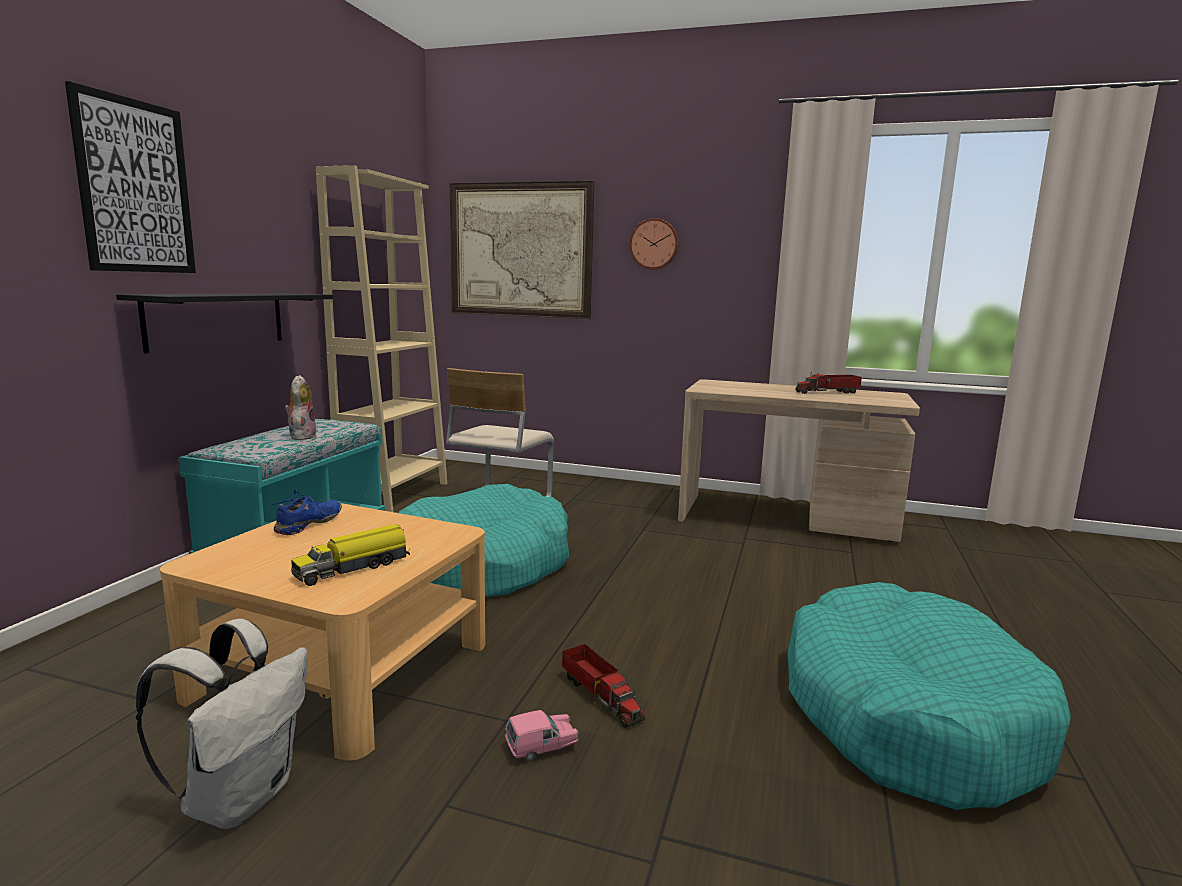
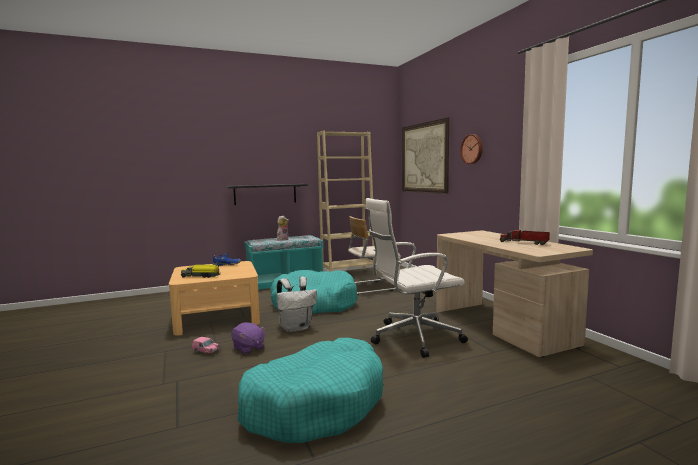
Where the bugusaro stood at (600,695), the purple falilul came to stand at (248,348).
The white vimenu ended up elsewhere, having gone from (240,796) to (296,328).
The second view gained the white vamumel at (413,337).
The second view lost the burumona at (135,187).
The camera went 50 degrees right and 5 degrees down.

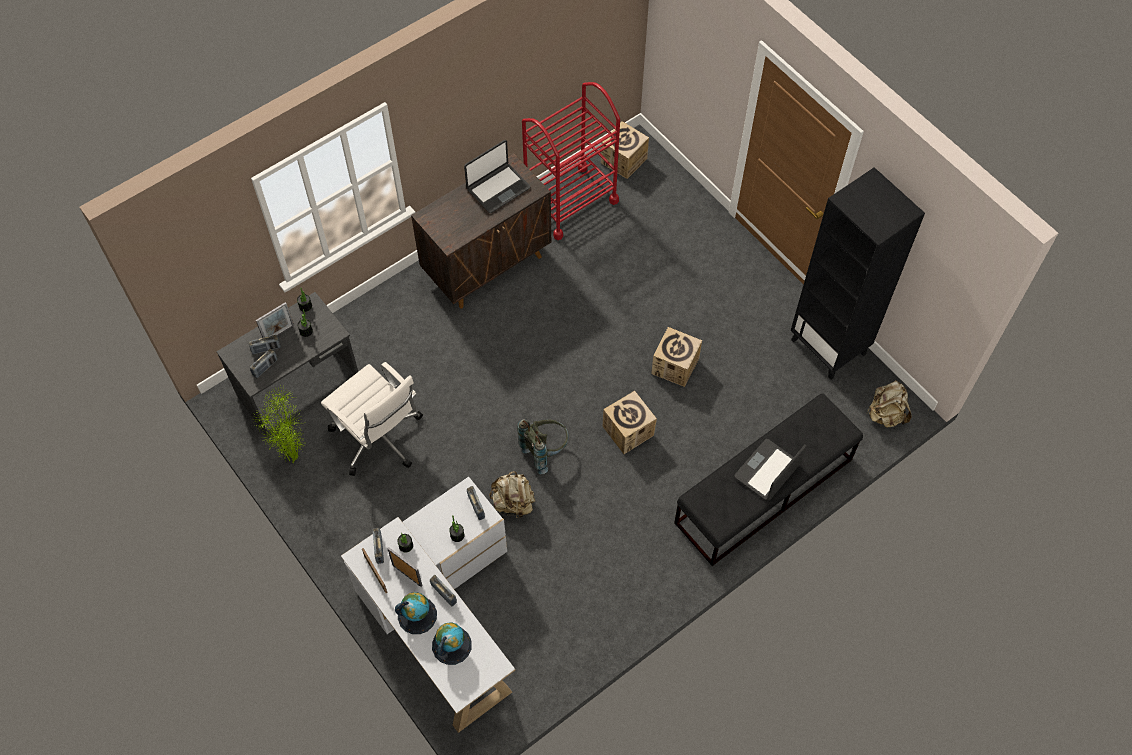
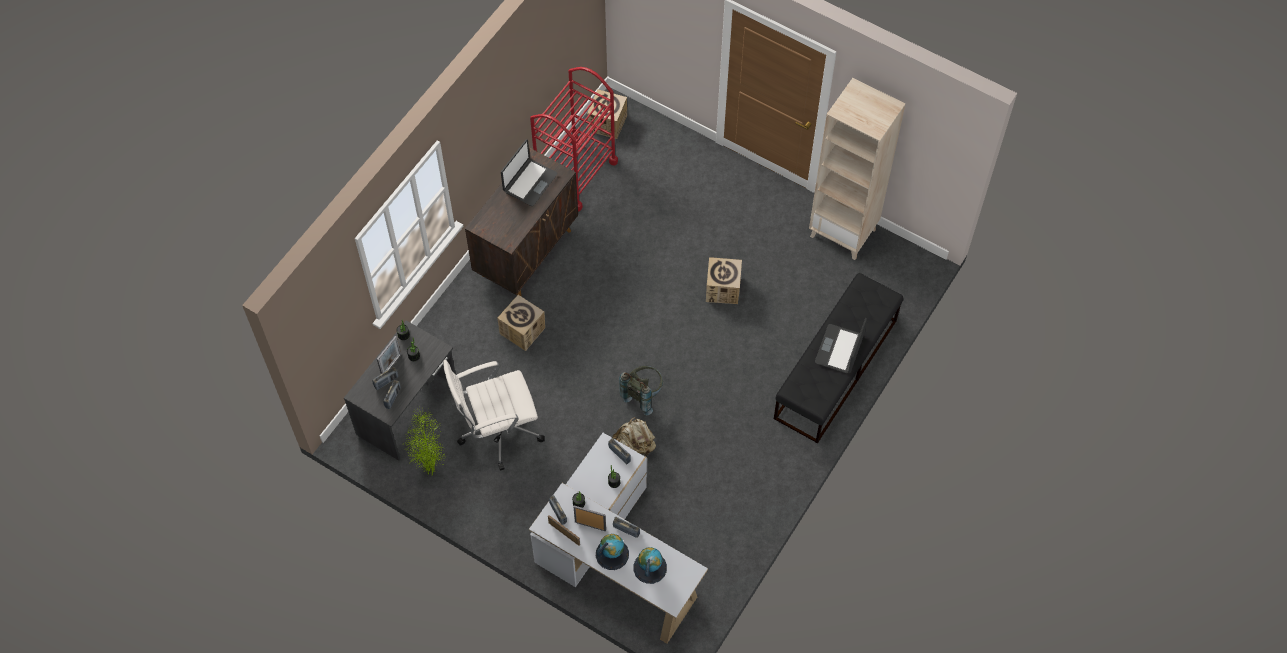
The white vamumel at (379,439) ended up facing another way, 135 degrees clockwise from before.
The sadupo ended up elsewhere, having gone from (628,431) to (522,330).
What was the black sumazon at (829,347) turned into the beige sumazon at (843,233).
The second view lost the beige vimenu at (885,414).
The camera went 20 degrees left and 0 degrees up.

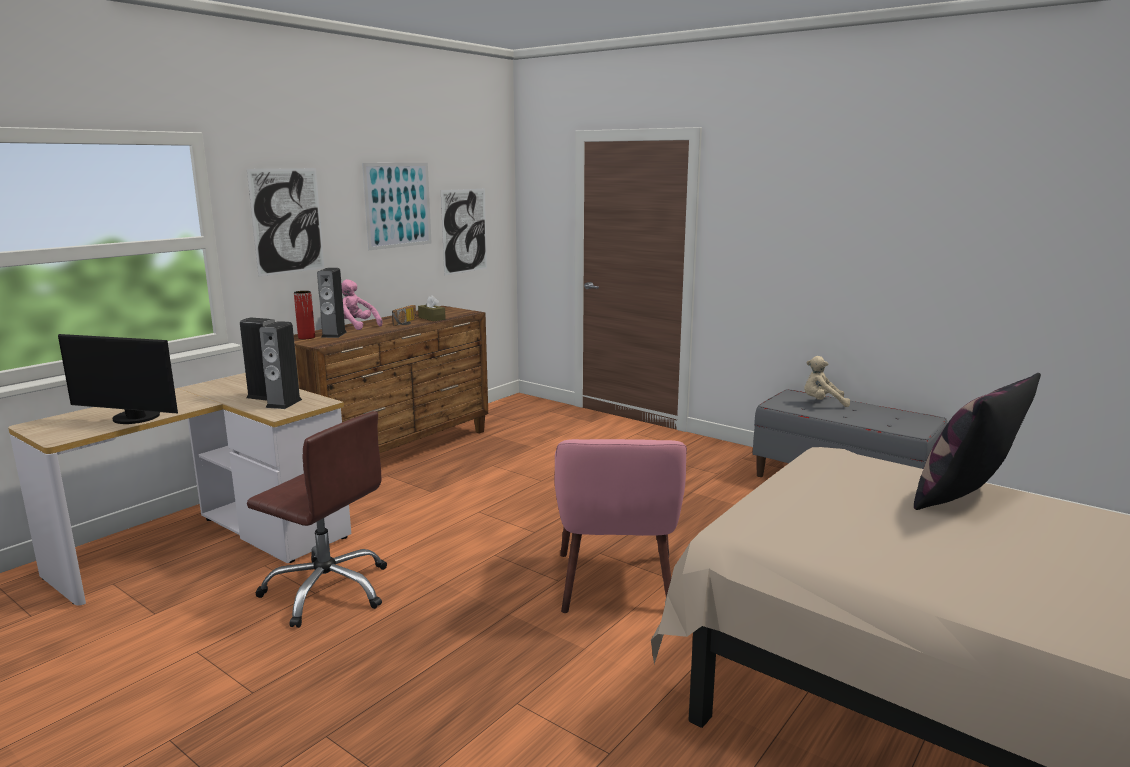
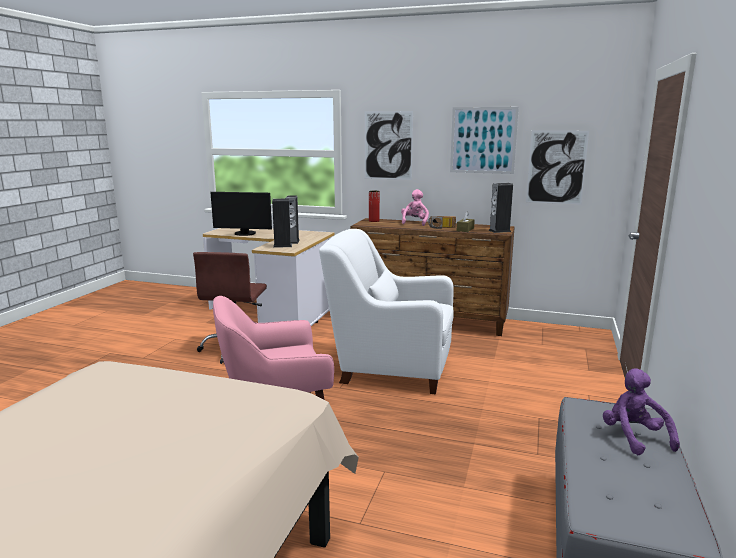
The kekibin at (133,419) ended up facing another way, 75 degrees counterclockwise from before.
The second view gained the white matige at (389,367).
The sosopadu ended up elsewhere, having gone from (334,334) to (499,231).
What was the beige falilul at (822,403) turned into the purple falilul at (634,437).
The second view lost the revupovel at (963,497).
The camera went 70 degrees right and 0 degrees up.

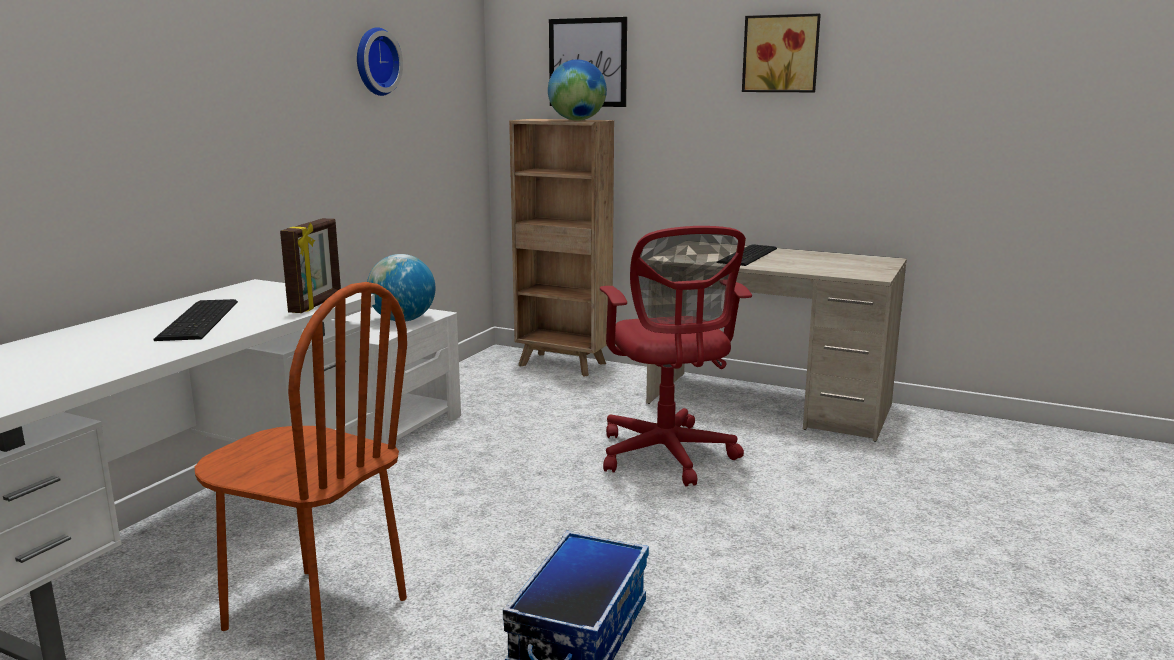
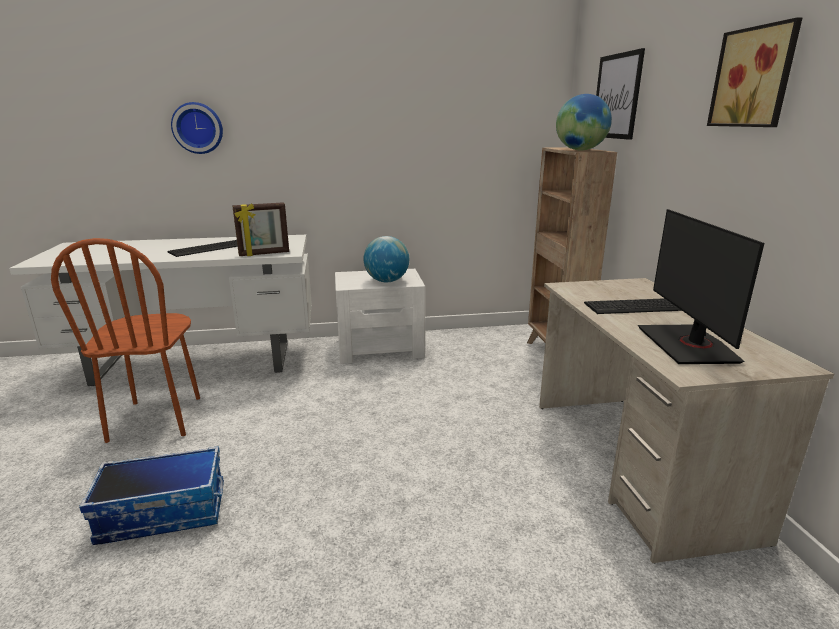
The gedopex ended up elsewhere, having gone from (374,62) to (198,128).
The second view gained the kekibin at (688,345).
The second view lost the red vamumel at (667,457).
The camera went 55 degrees right and 5 degrees up.

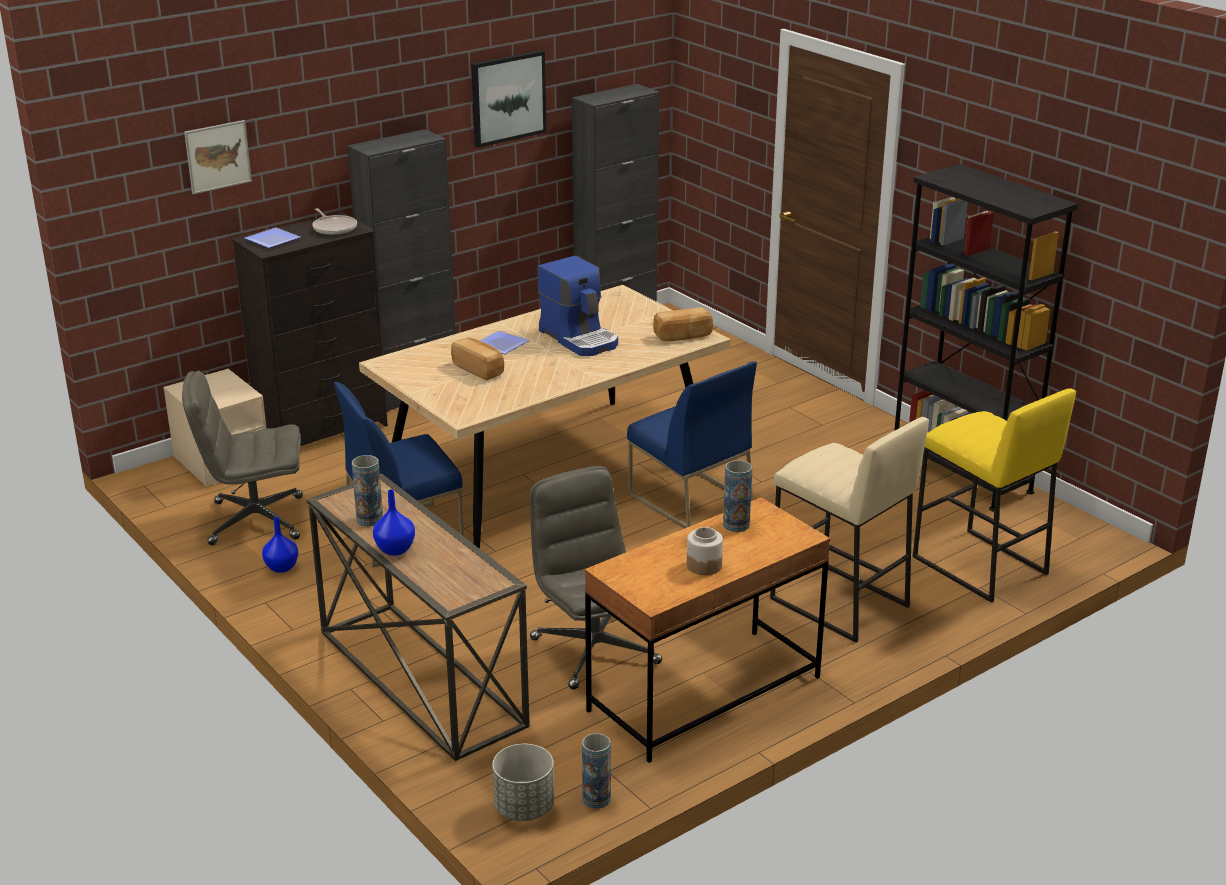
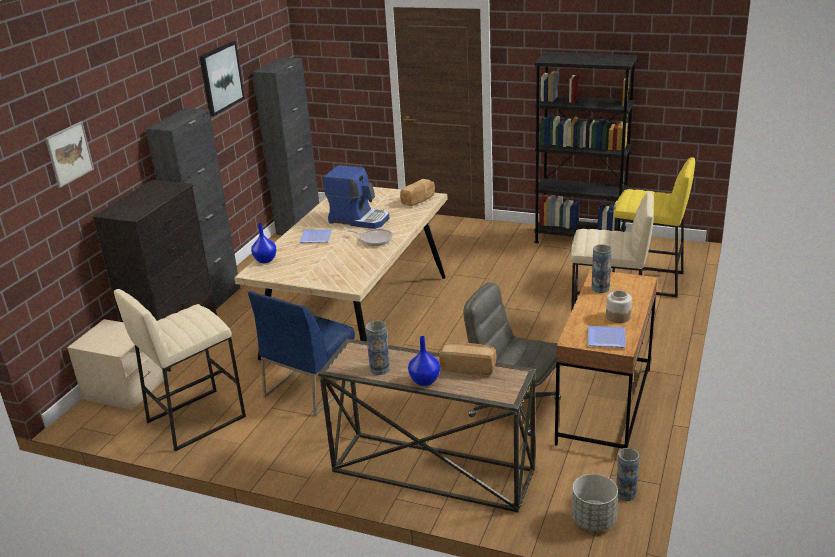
Where the grey vamumel stood at (255,521), the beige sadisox came to stand at (196,419).
The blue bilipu ended up elsewhere, having gone from (281,567) to (265,260).
The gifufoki ended up elsewhere, having gone from (334,228) to (374,239).
The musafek ended up elsewhere, having gone from (479,369) to (468,367).
The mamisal ended up elsewhere, having gone from (270,240) to (605,339).
The second view lost the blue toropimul at (688,498).
The camera went 30 degrees left and 0 degrees up.

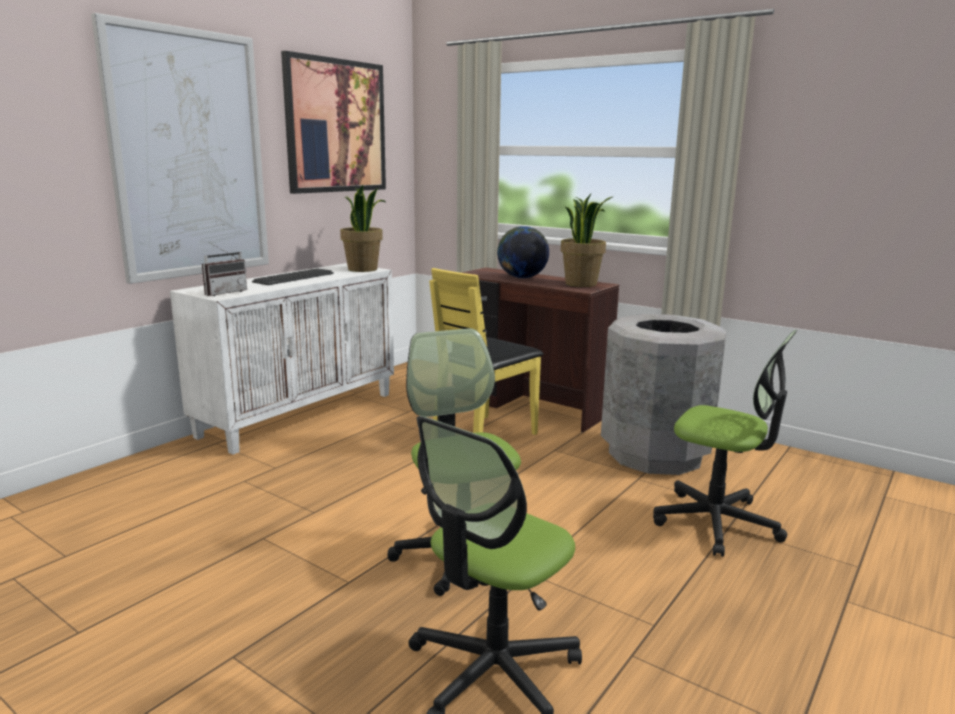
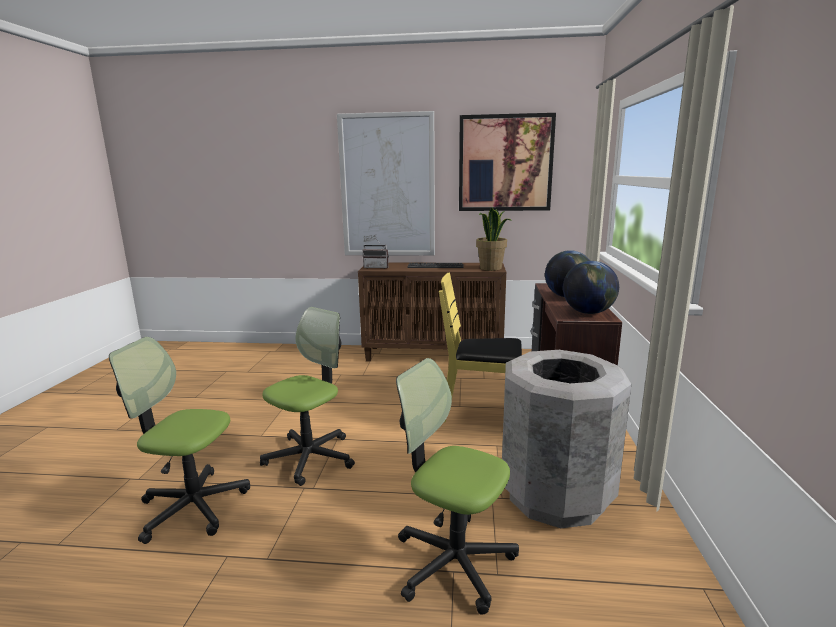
What was the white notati at (299,414) turned into the brown notati at (434,355).
The vamumel at (716,522) ended up facing another way, 120 degrees clockwise from before.
Where the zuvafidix stood at (581,284), the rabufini came to stand at (588,312).
The camera went 60 degrees right and 0 degrees up.

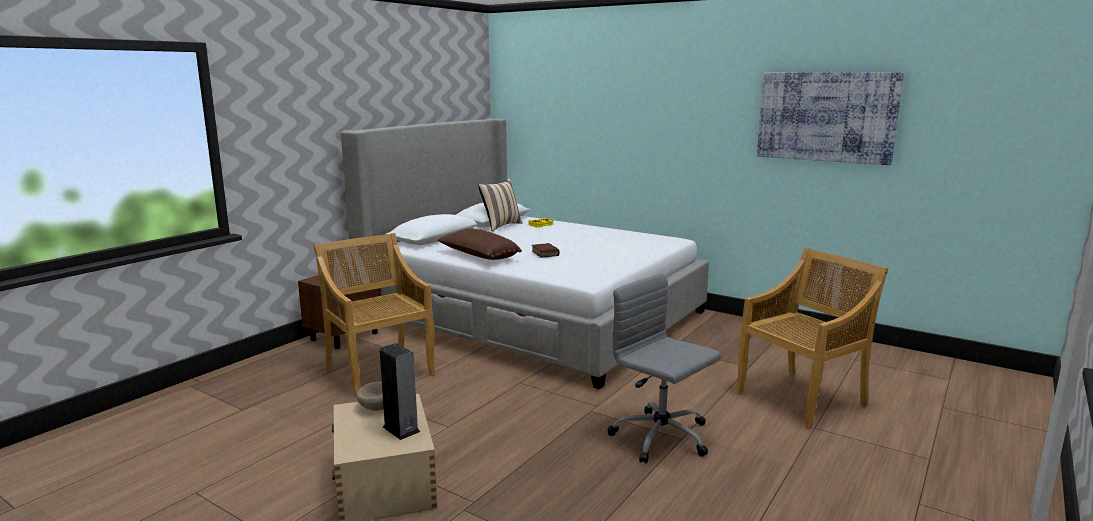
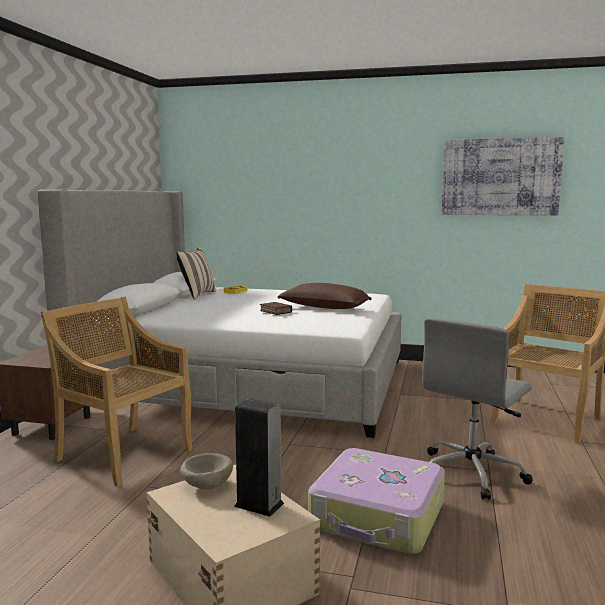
The brown revupovel ended up elsewhere, having gone from (478,256) to (323,308).
The second view gained the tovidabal at (378,517).
The grey vamumel at (662,438) ended up facing another way, 75 degrees counterclockwise from before.
The camera went 20 degrees left and 5 degrees down.

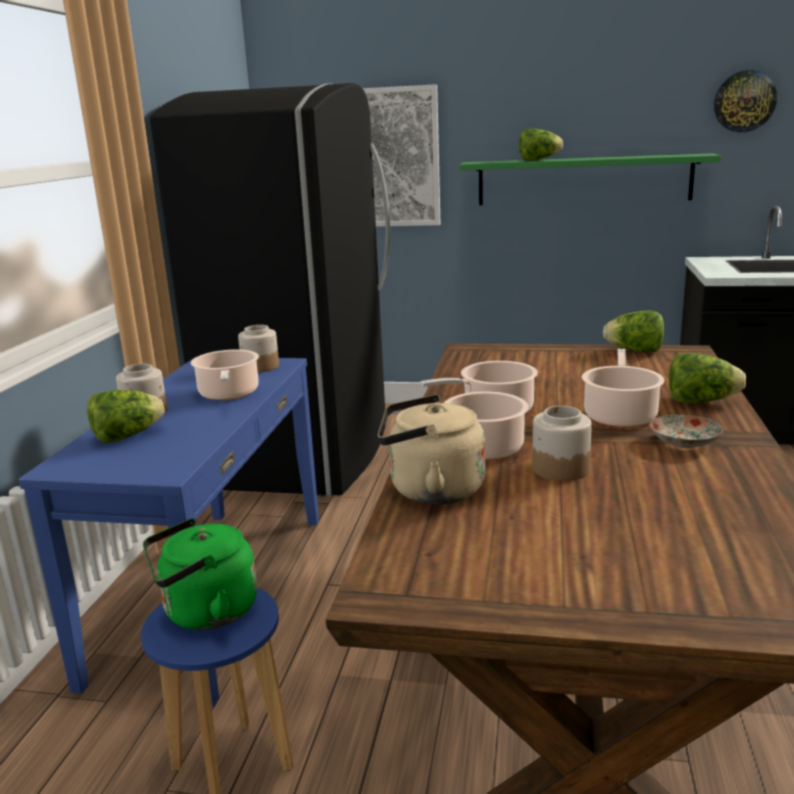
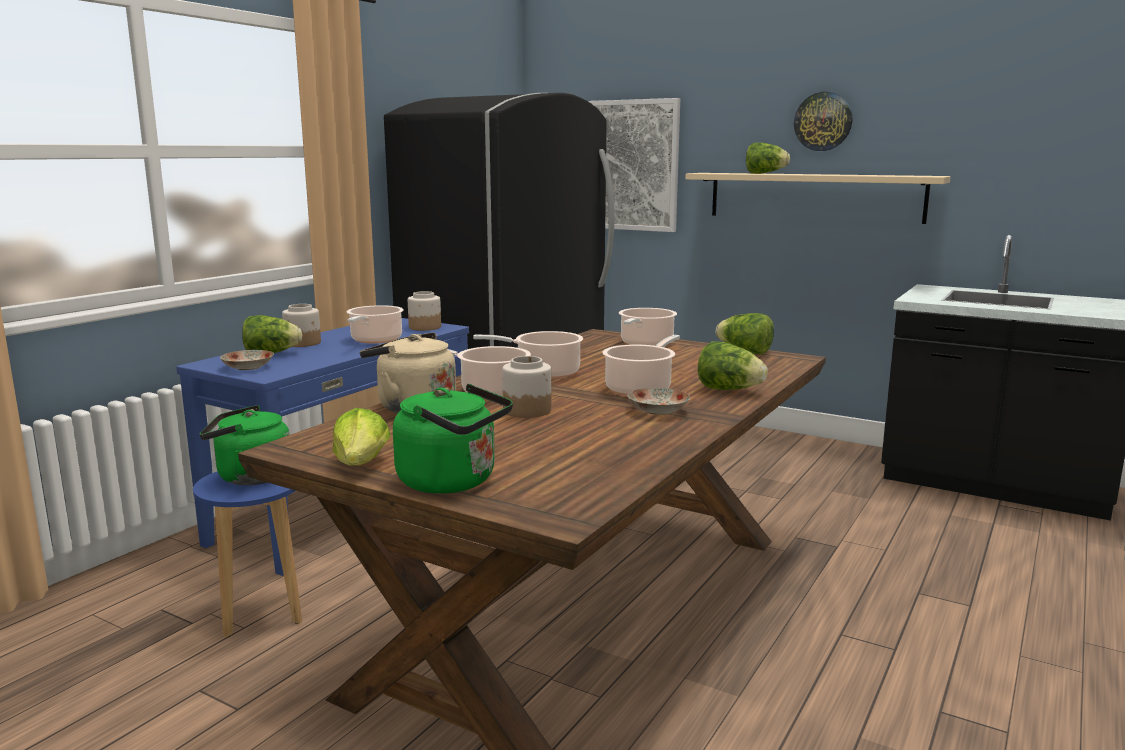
The second view gained the mamisal at (247,368).
The second view gained the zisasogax at (361,464).
The second view gained the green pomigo at (453,482).
The second view gained the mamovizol at (645,344).
What was the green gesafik at (583,180) turned into the beige gesafik at (814,197).
The gedopex ended up elsewhere, having gone from (744,101) to (823,121).
The camera went 20 degrees right and 5 degrees down.

